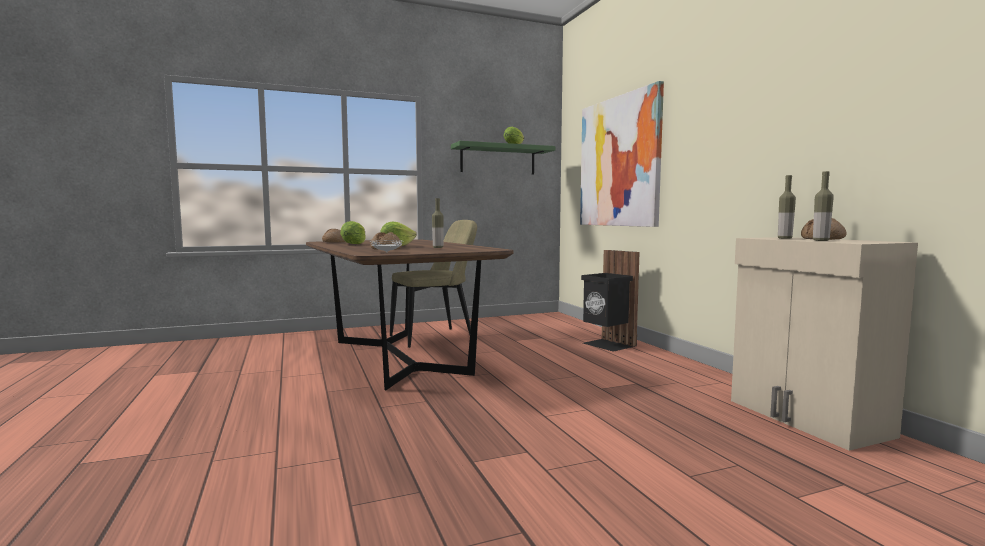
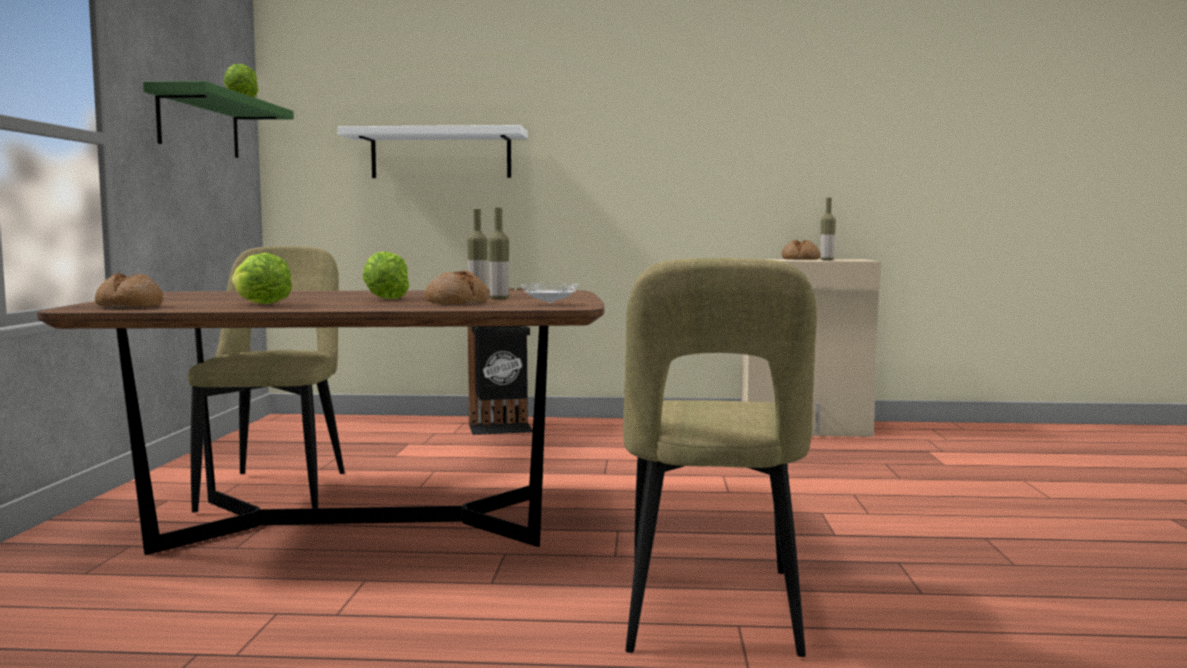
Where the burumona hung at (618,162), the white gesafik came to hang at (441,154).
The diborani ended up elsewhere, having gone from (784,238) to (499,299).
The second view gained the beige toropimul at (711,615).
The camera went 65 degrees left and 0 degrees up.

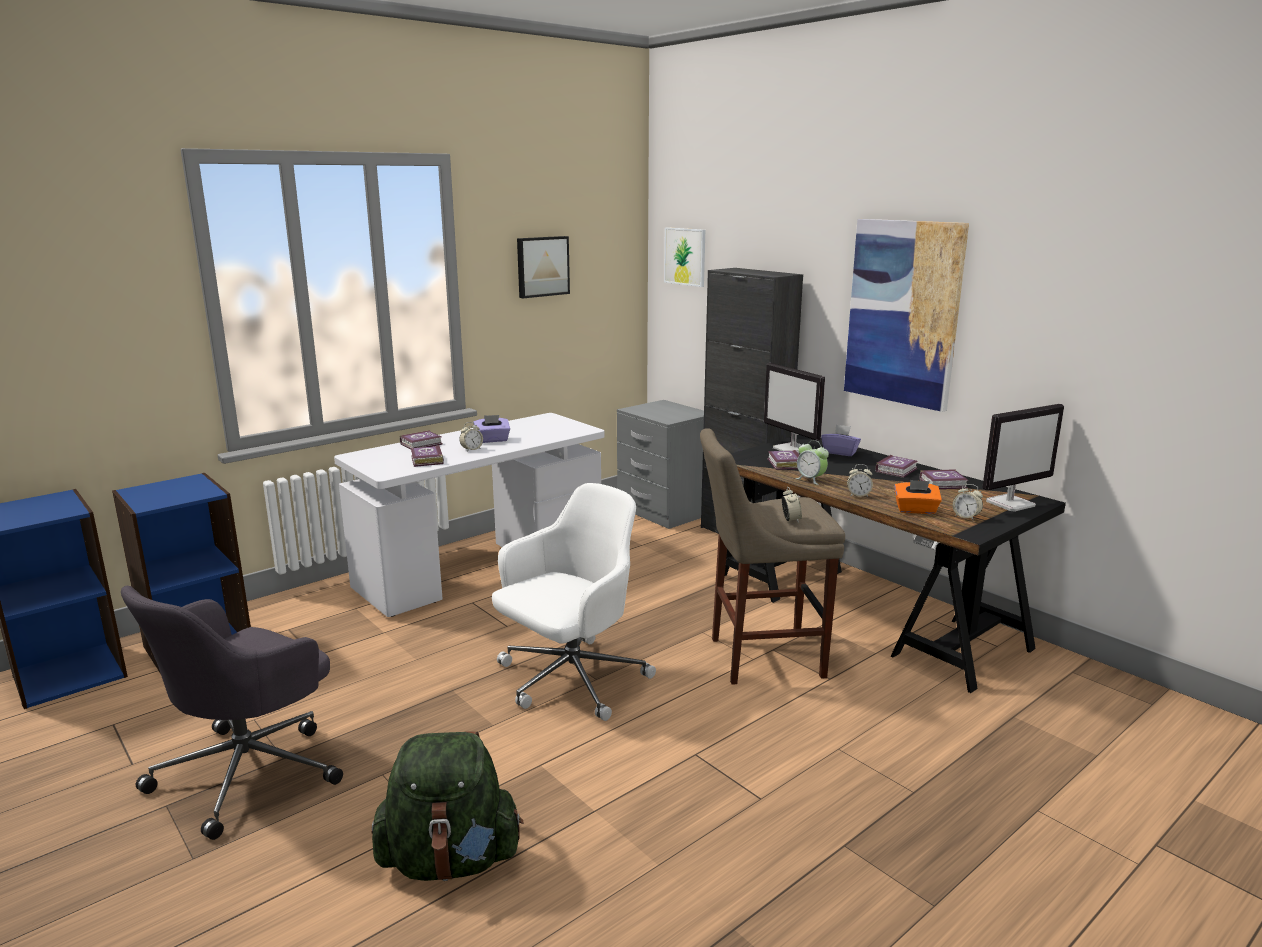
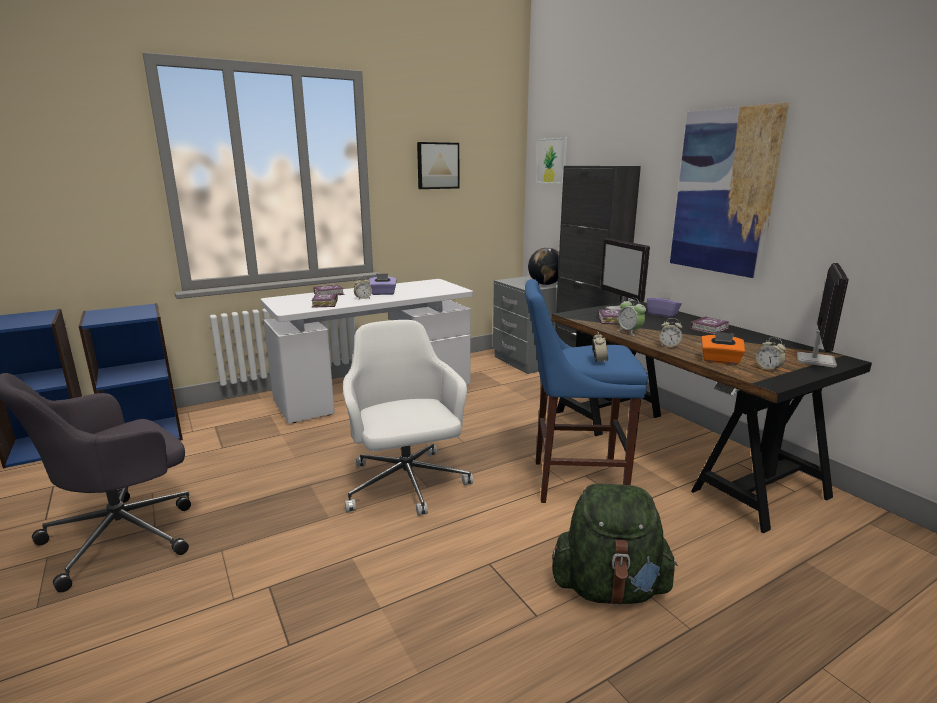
The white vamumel at (570,680) ended up facing another way, 75 degrees counterclockwise from before.
What was the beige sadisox at (760,657) turned into the blue sadisox at (572,481).
The second view gained the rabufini at (545,284).
The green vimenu ended up elsewhere, having gone from (450,860) to (609,588).
The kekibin at (1010,503) ended up facing another way, 45 degrees counterclockwise from before.
The second view lost the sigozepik at (944,484).
The camera went 10 degrees right and 0 degrees up.

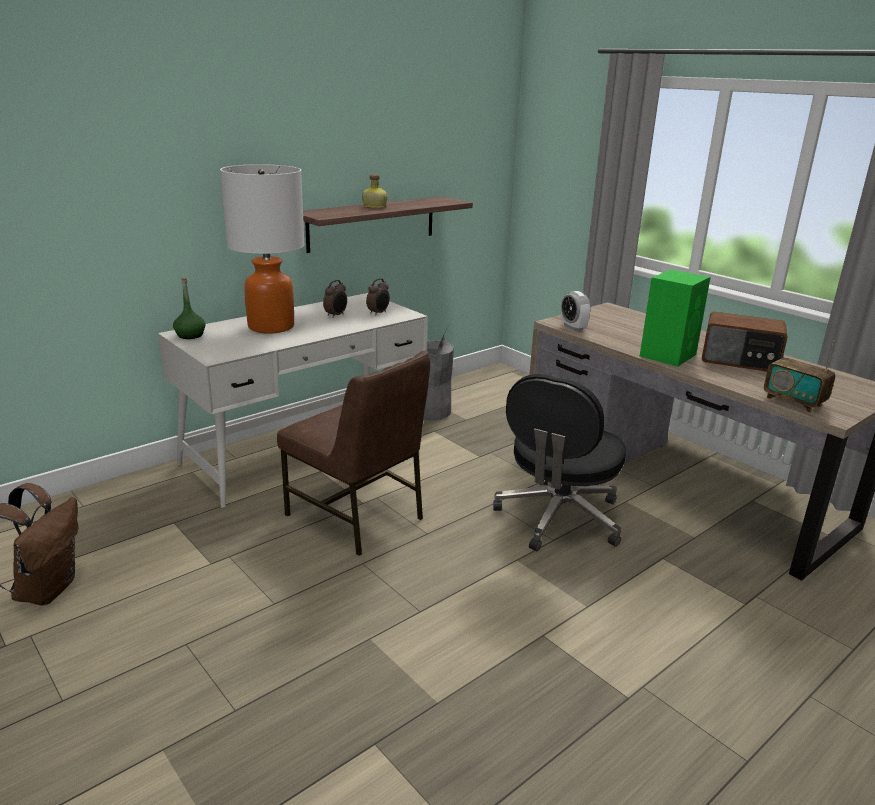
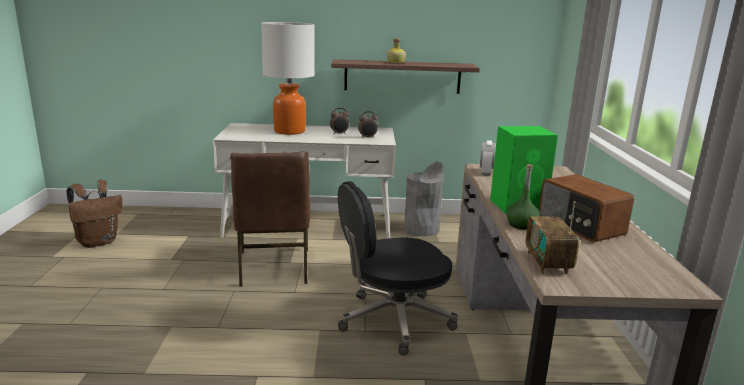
The green diborani ended up elsewhere, having gone from (190,335) to (521,225).
The camera went 40 degrees right and 5 degrees down.

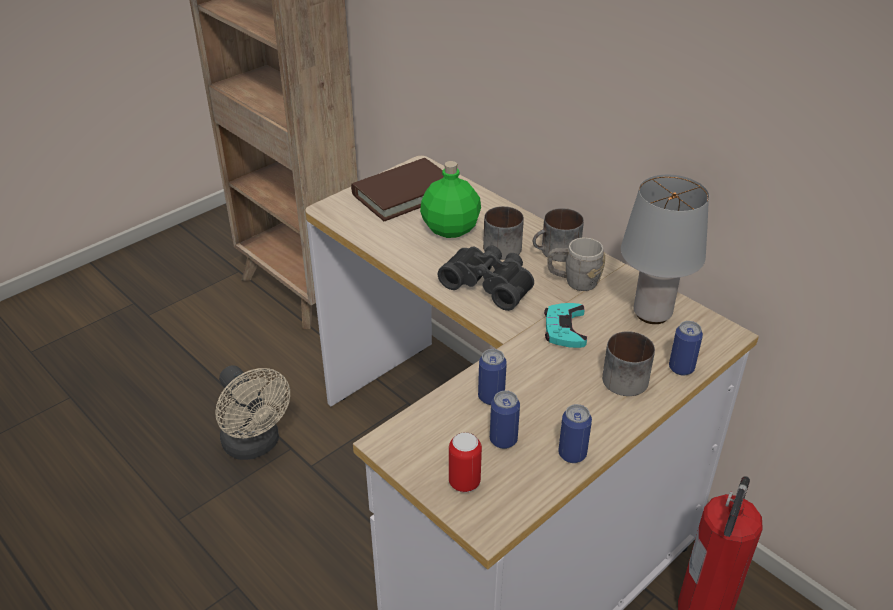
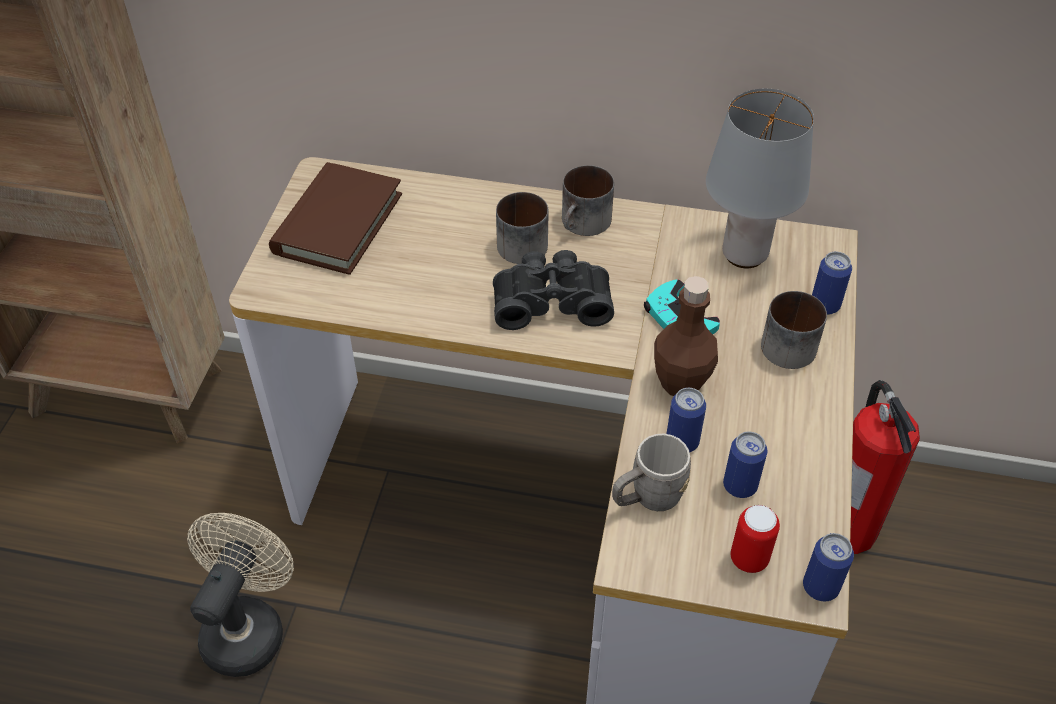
The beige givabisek at (255,445) ended up facing another way, 90 degrees counterclockwise from before.
The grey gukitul ended up elsewhere, having gone from (573,282) to (647,498).
The second view gained the brown diborani at (681,383).
The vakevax ended up elsewhere, having gone from (572,454) to (820,587).
The second view lost the green diborani at (451,228).
The camera went 35 degrees left and 10 degrees up.

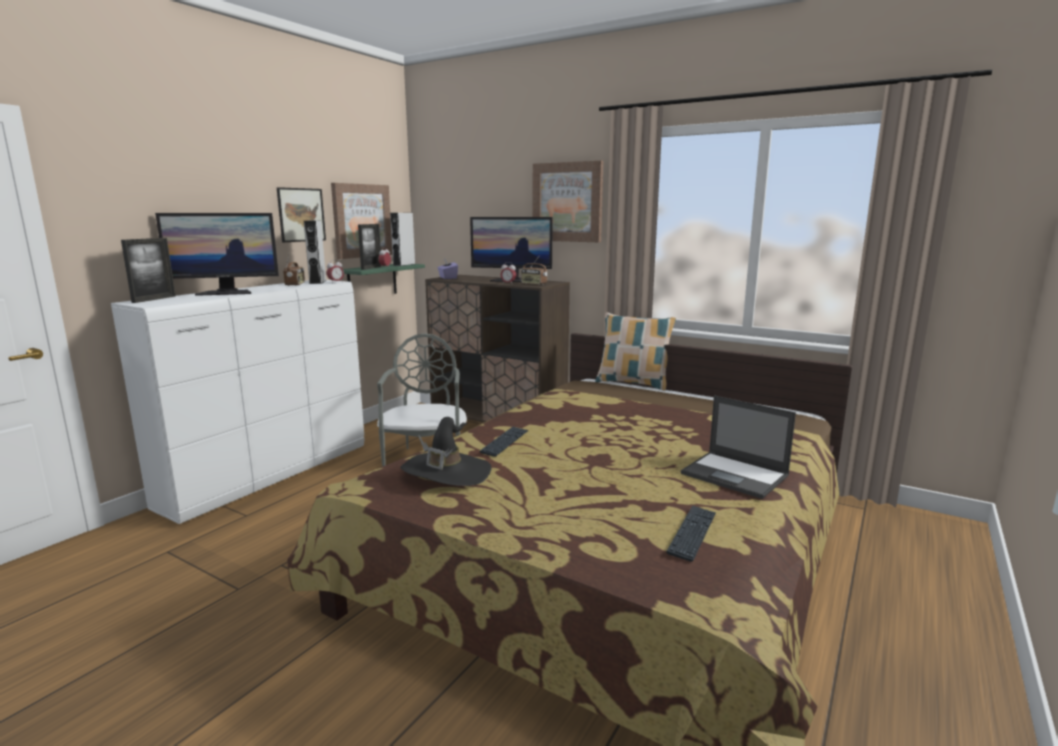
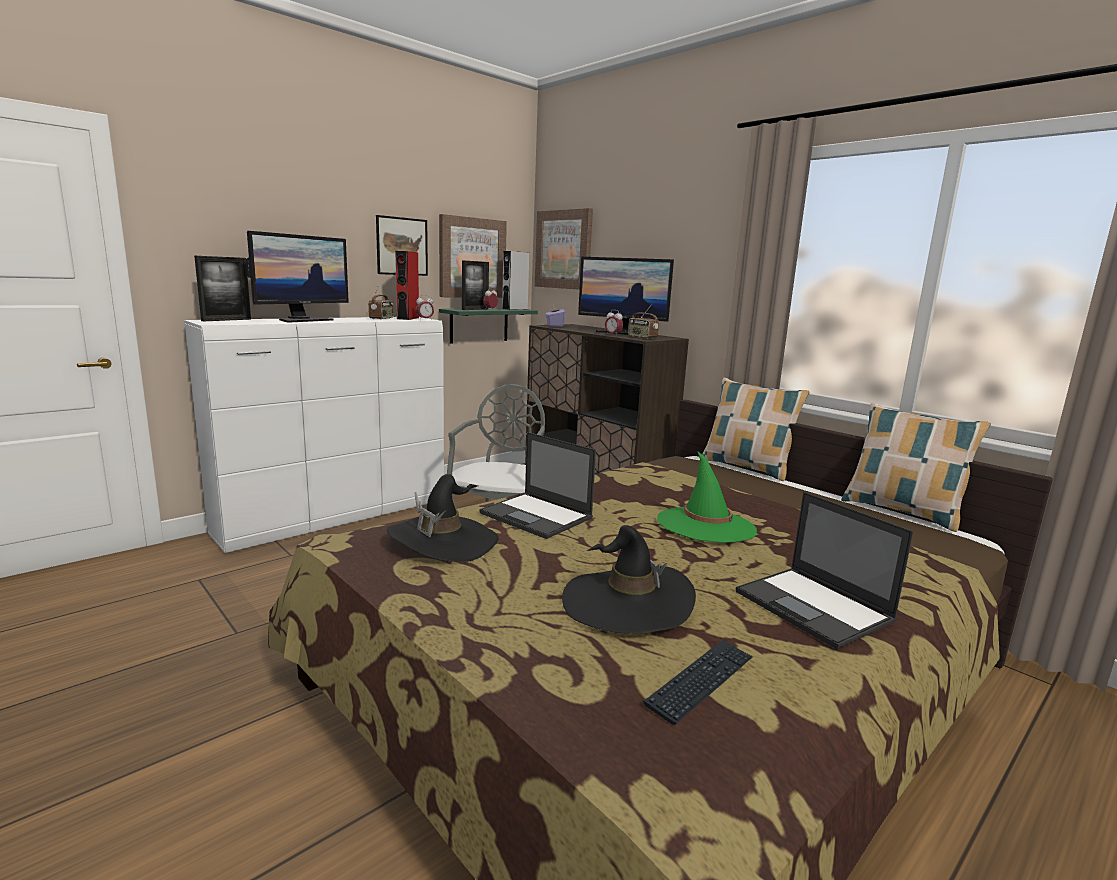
The kekibin at (226,293) ended up facing another way, 60 degrees counterclockwise from before.
What was the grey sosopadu at (318,282) turned into the red sosopadu at (408,318).
Where the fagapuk stood at (505,442), the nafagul came to stand at (537,516).
The burumona ended up elsewhere, having gone from (567,202) to (564,249).
The second view gained the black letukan at (627,603).
The second view gained the green letukan at (705,525).
The second view gained the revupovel at (901,512).
The camera went 15 degrees right and 0 degrees up.

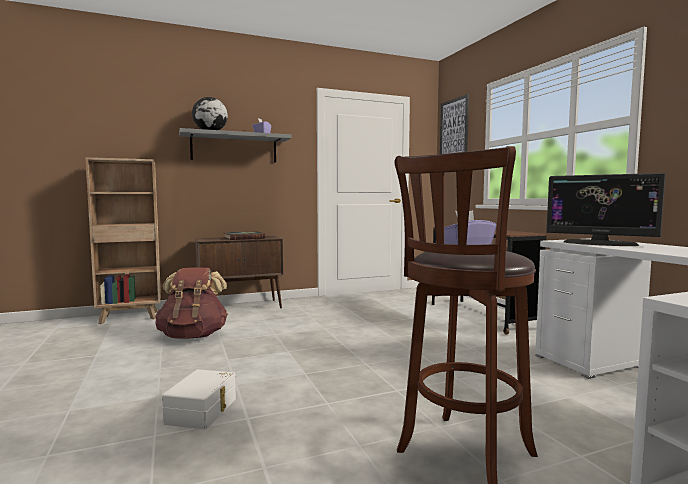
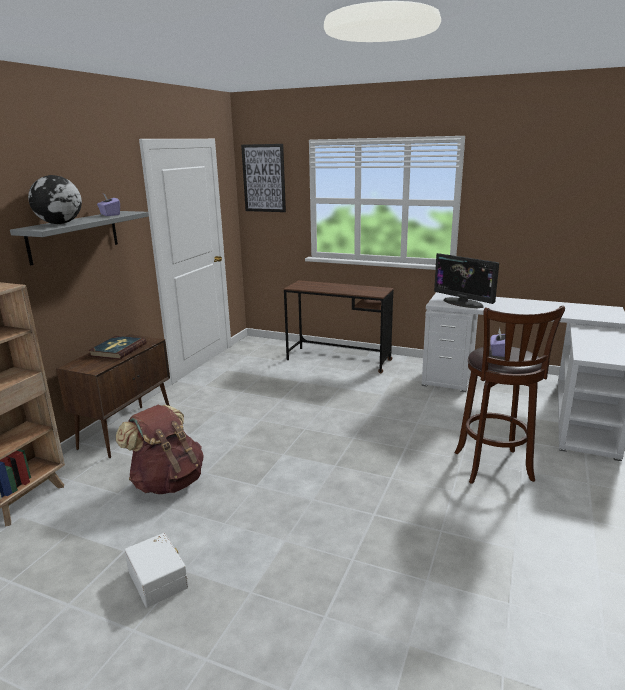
The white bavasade ended up elsewhere, having gone from (203,411) to (159,578).
The kekibin at (599,243) ended up facing another way, 60 degrees clockwise from before.
The camera went 45 degrees left and 15 degrees up.

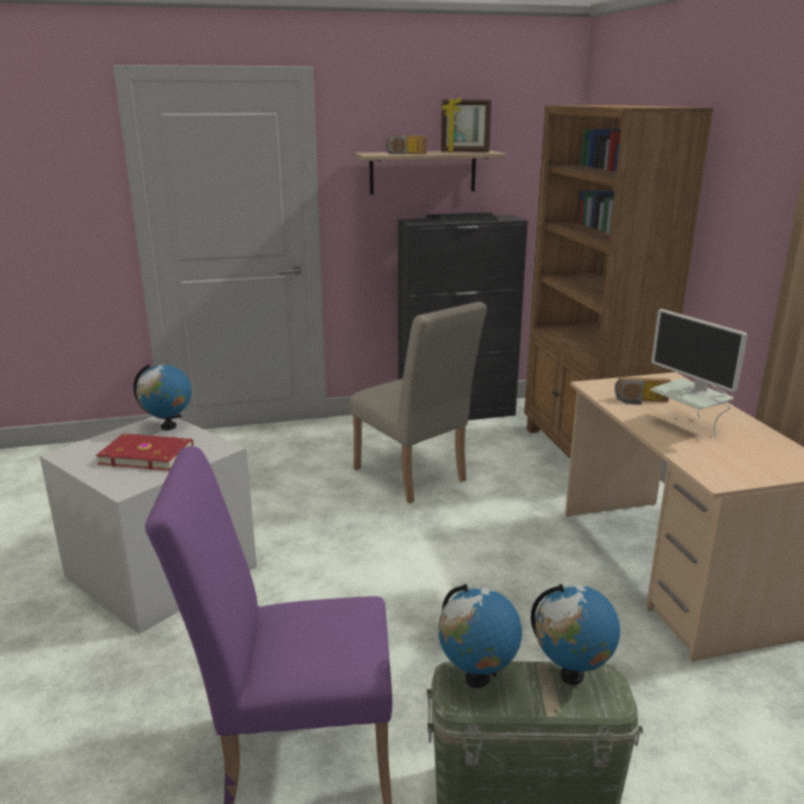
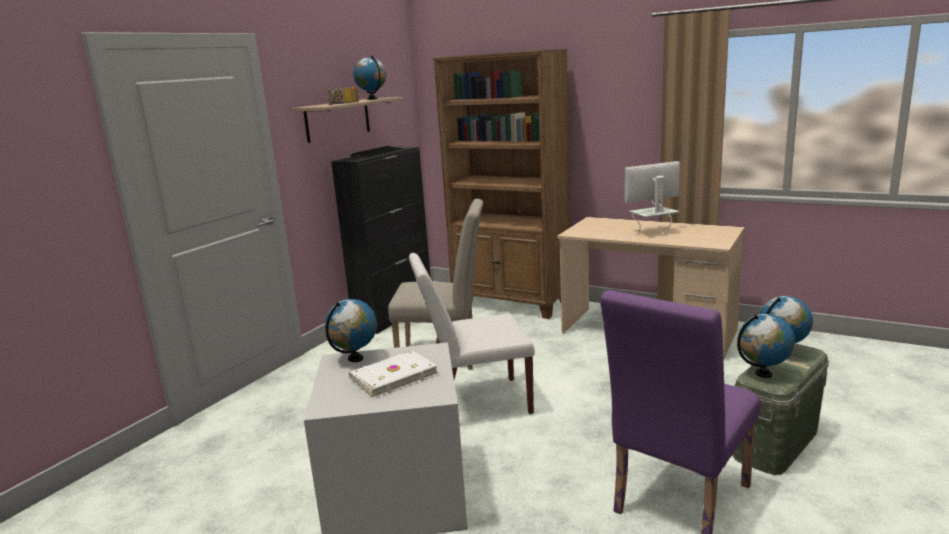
What was the red sigozepik at (146,455) turned into the white sigozepik at (392,376).
Where the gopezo stood at (465,152), the rabufini came to stand at (372,99).
The second view gained the white toropimul at (476,403).
The kekibin at (688,425) ended up facing another way, 150 degrees clockwise from before.
The second view lost the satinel at (641,401).
The camera went 45 degrees left and 5 degrees down.

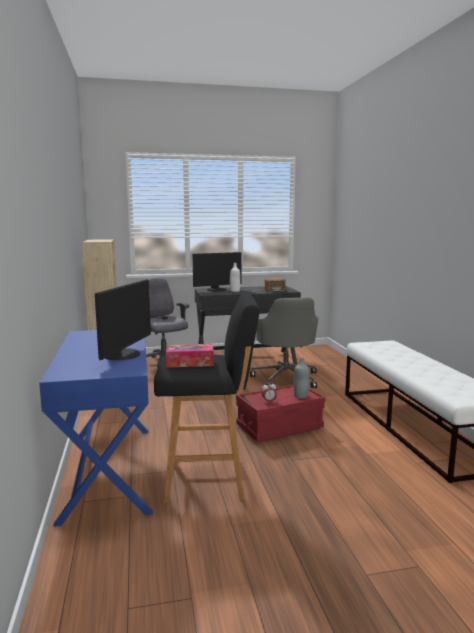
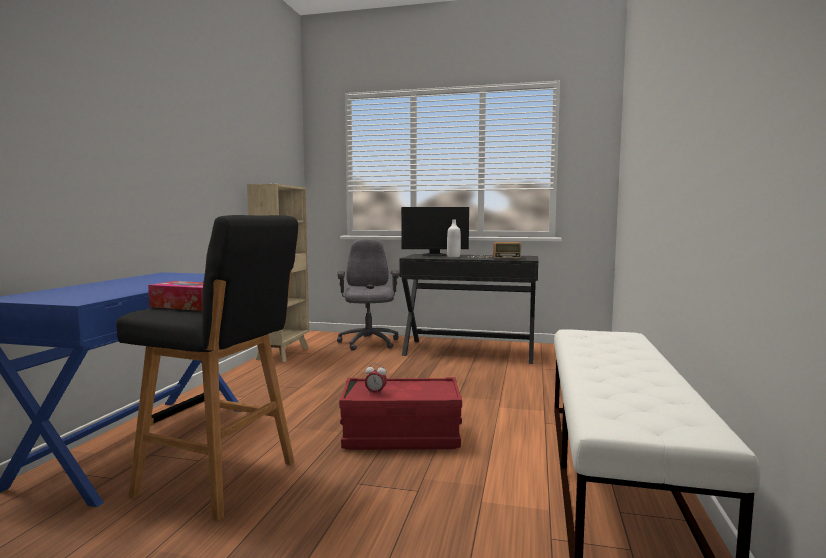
The second view lost the kekibin at (124,355).
The second view lost the grey vamumel at (286,378).
The second view lost the grey diborani at (301,396).
The camera went 25 degrees right and 5 degrees down.

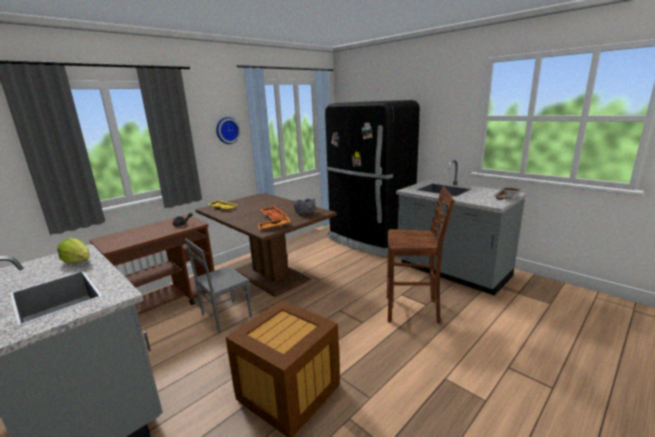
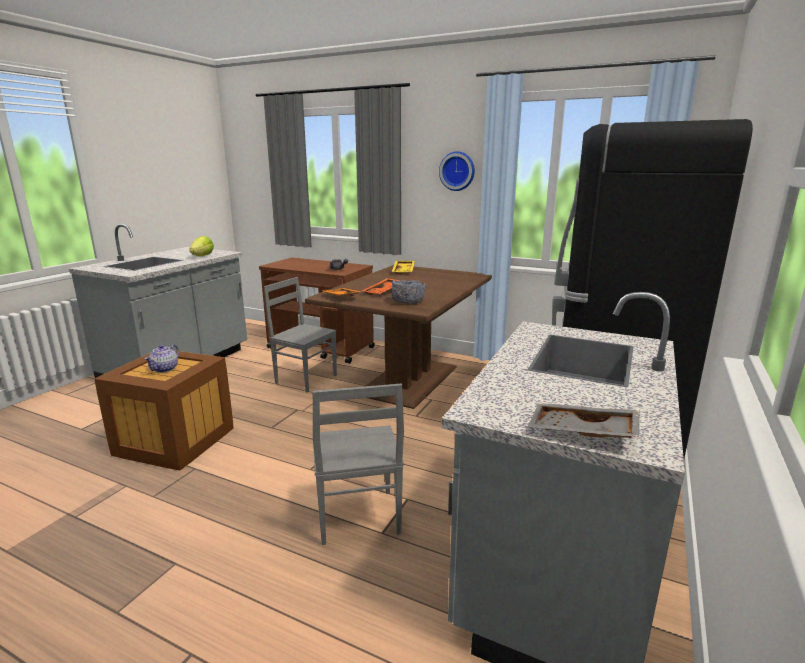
The second view gained the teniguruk at (165,369).
Where the brown sadisox stood at (413,310), the grey toropimul came to stand at (357,517).
The camera went 70 degrees right and 0 degrees up.

